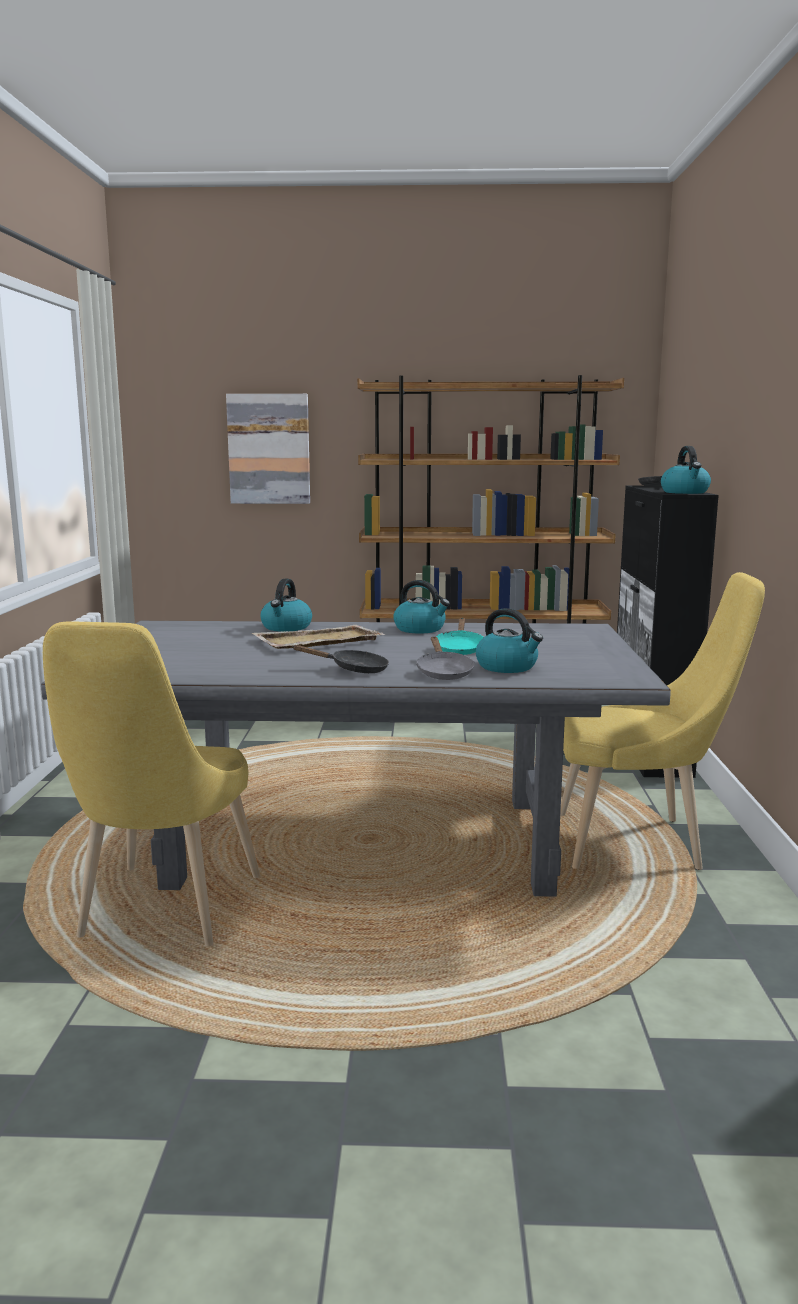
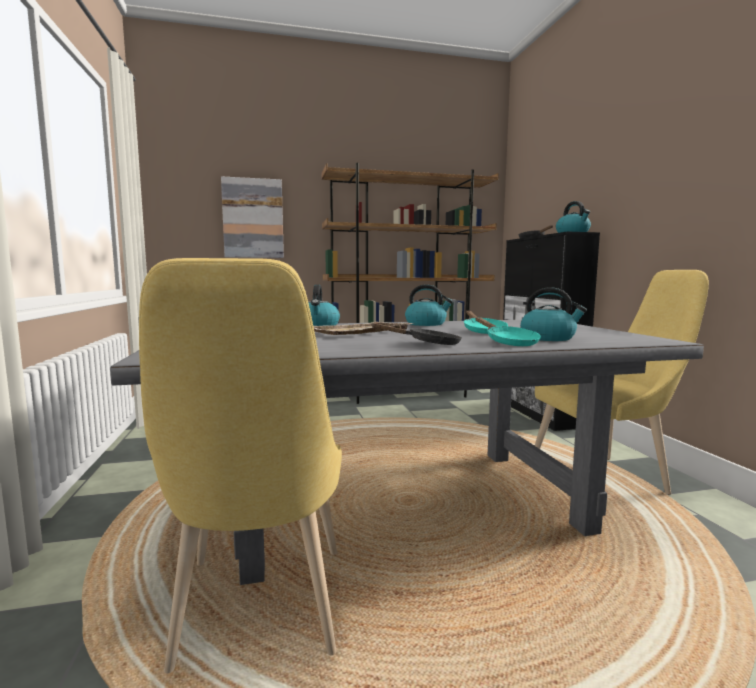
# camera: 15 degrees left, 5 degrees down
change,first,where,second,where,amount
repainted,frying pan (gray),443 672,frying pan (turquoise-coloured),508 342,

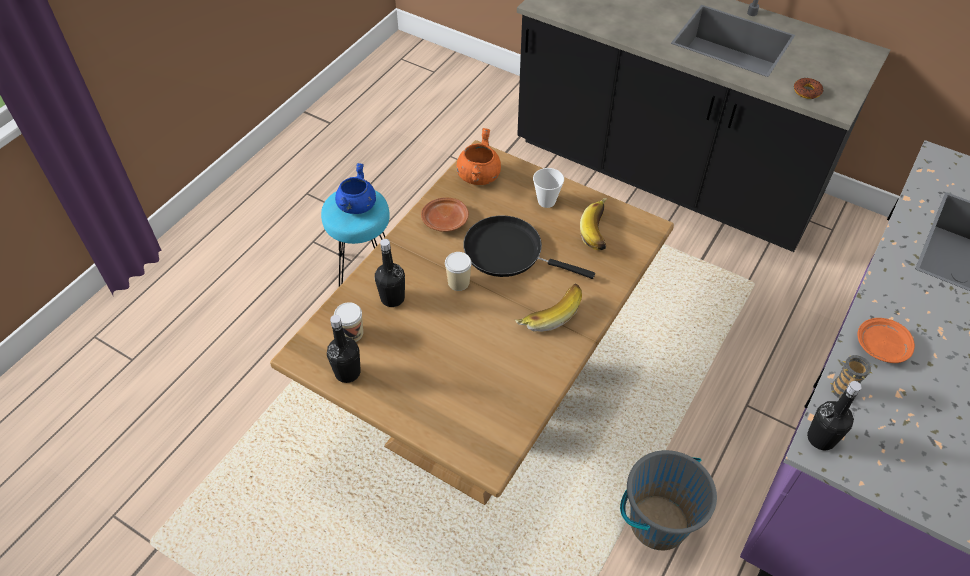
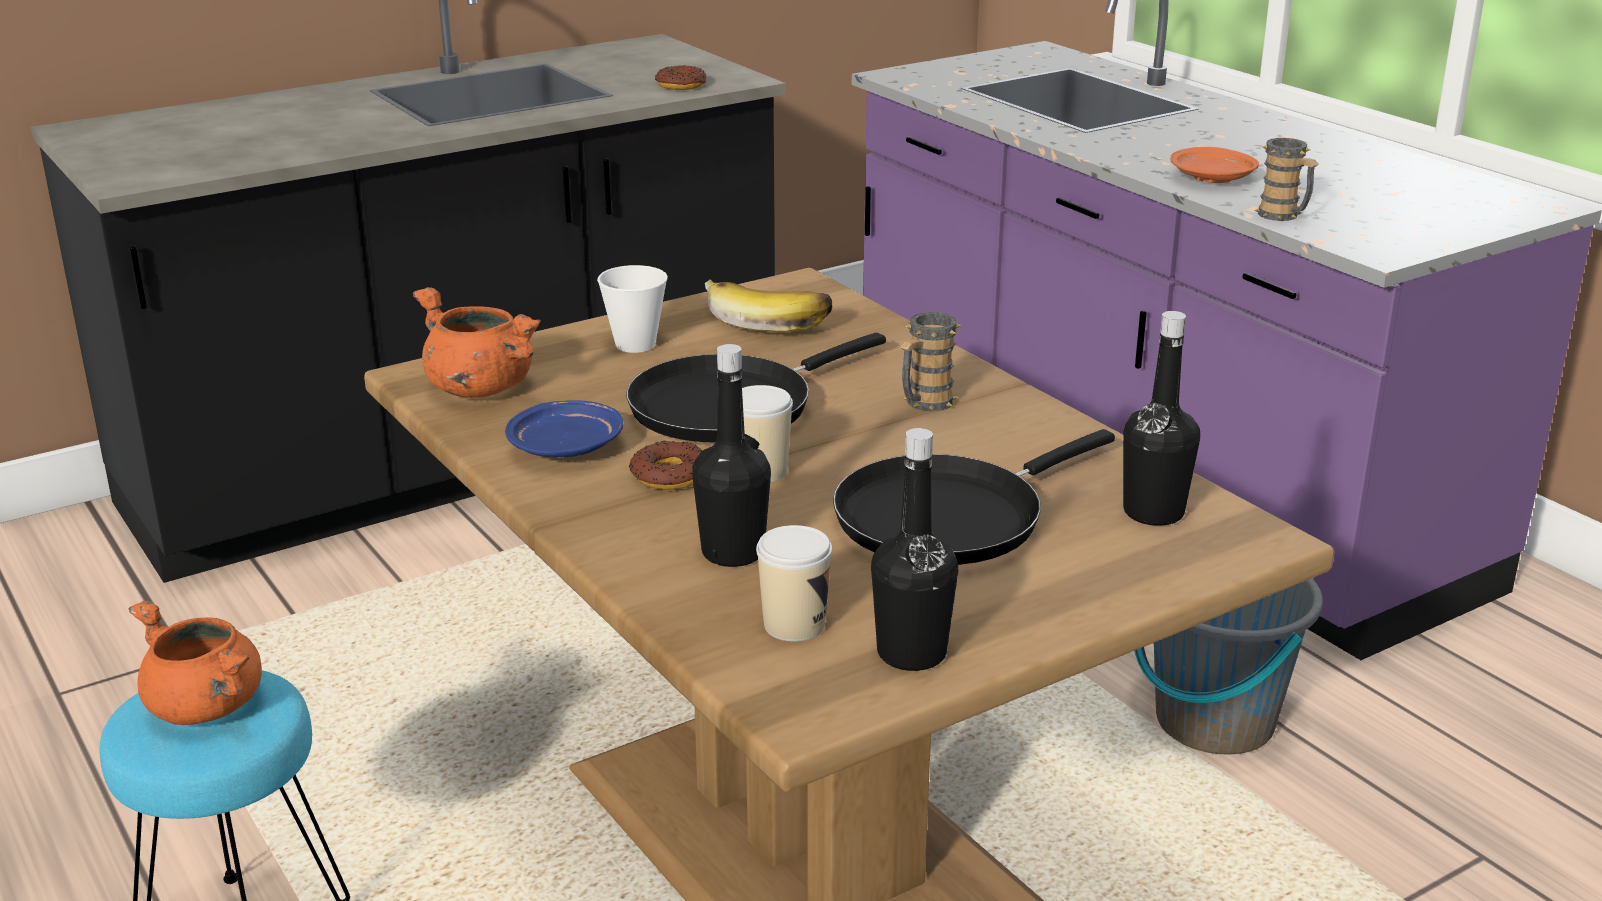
# camera: 65 degrees left, 25 degrees down
change,first,where,second,where,amount
repainted,cooking pot (blue),357 206,cooking pot (orangey),207 708,
repainted,dinner plate (brown),446 220,dinner plate (blue),566 447,
new,,,ring doughnut,670 475,
new,,,frying pan (black),948 517,
swapped,banana,548 312,coffee mug,924 404,
shifted,drink bottle (black),821 438,,1153 512,

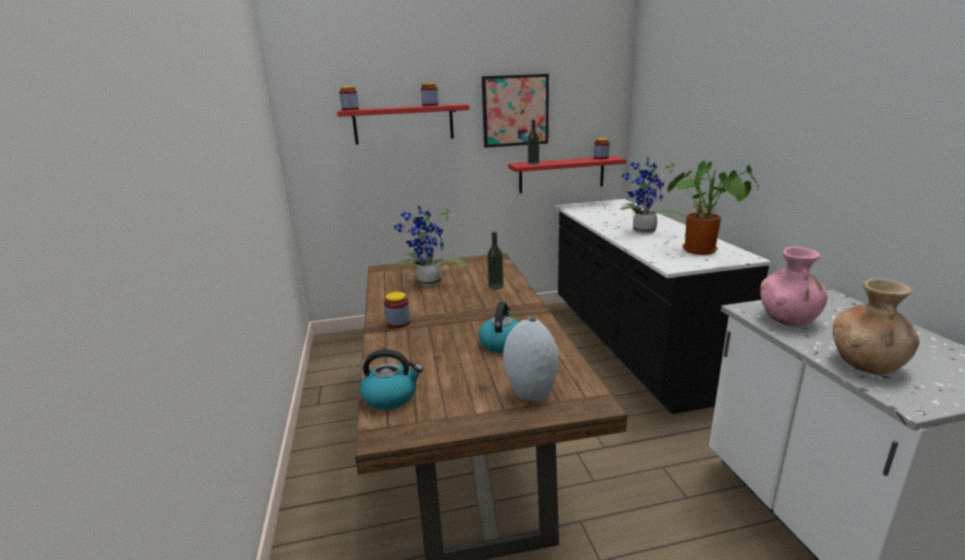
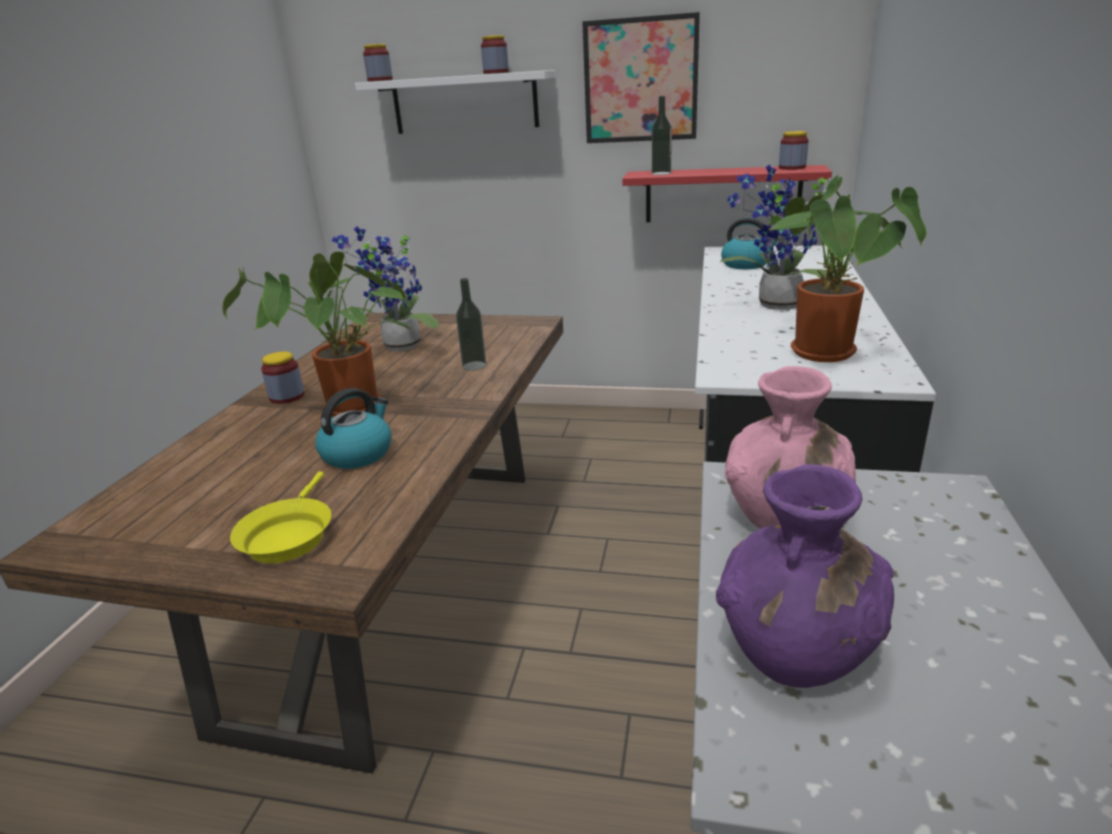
# camera: 25 degrees right, 5 degrees up
change,first,where,second,where,amount
new,,,houseplant,349 410,
swapped,vase (gray),532 391,frying pan (yellowish),288 535,
repainted,shelf (reddish),404 124,shelf (white-coloured),465 103,
repainted,vase (brown),866 363,vase (purplish),796 650,
shifted,tea kettle,391 396,,746 264,

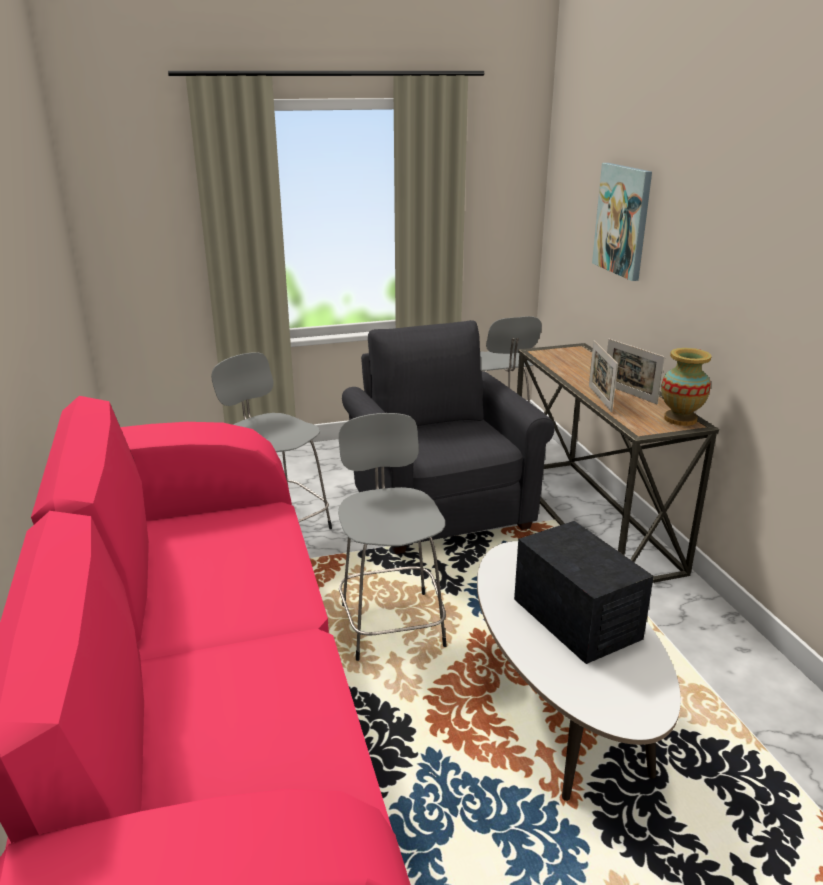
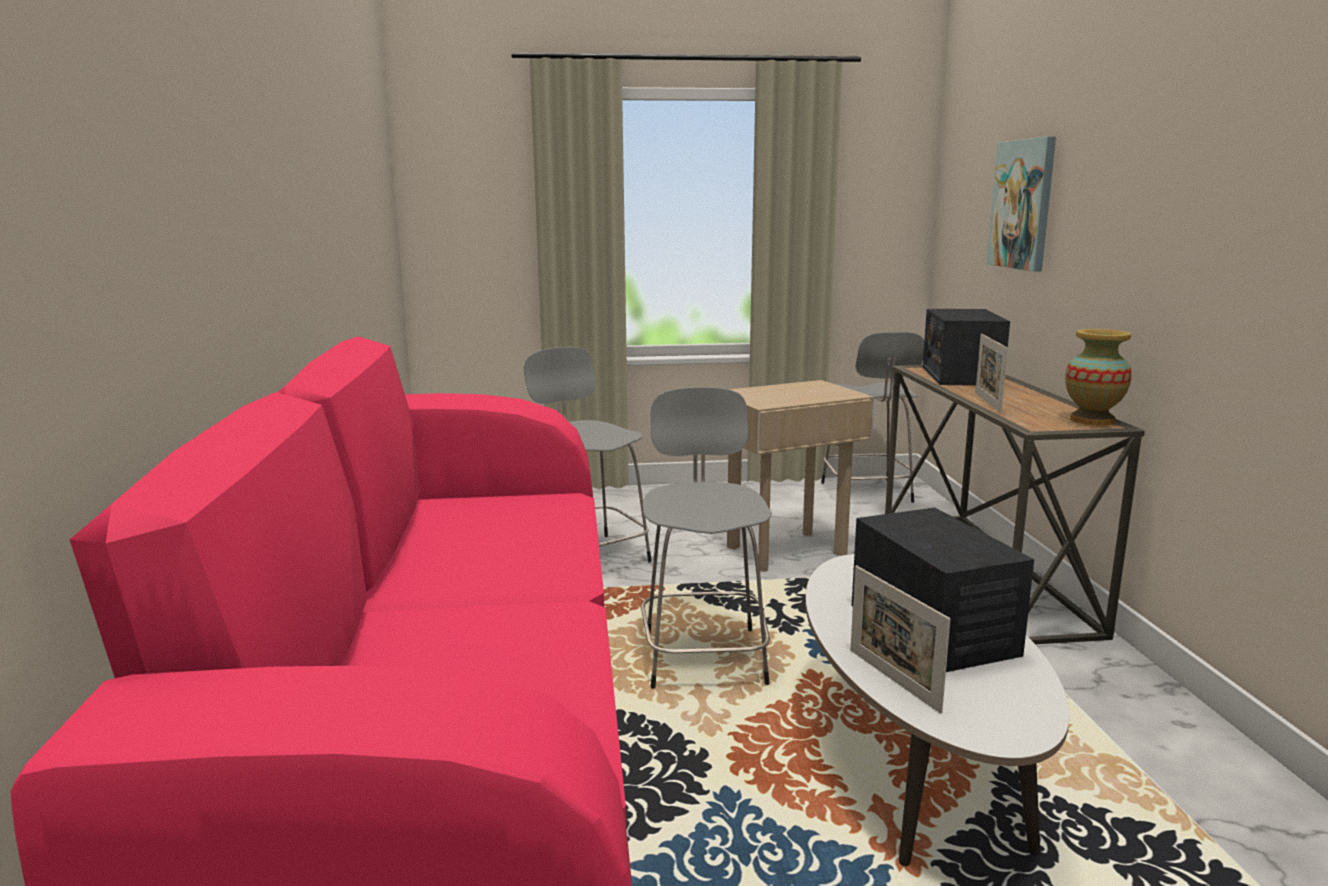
# camera: 10 degrees right, 10 degrees down
change,first,where,second,where,amount
swapped,easy chair (gray),439 507,accent table (beige-coloured),787 551,
shifted,photo frame,629 393,,893 680,
new,,,radio set,960 375,

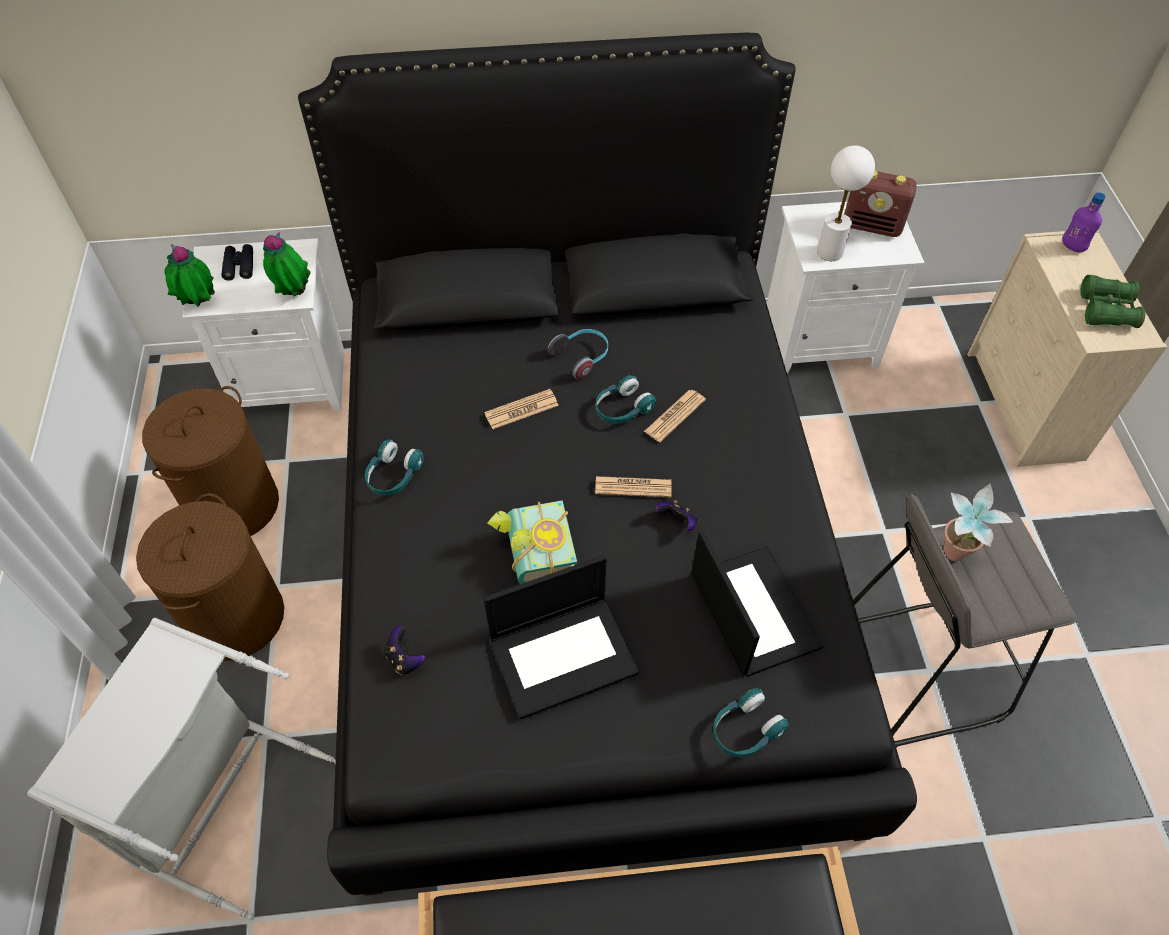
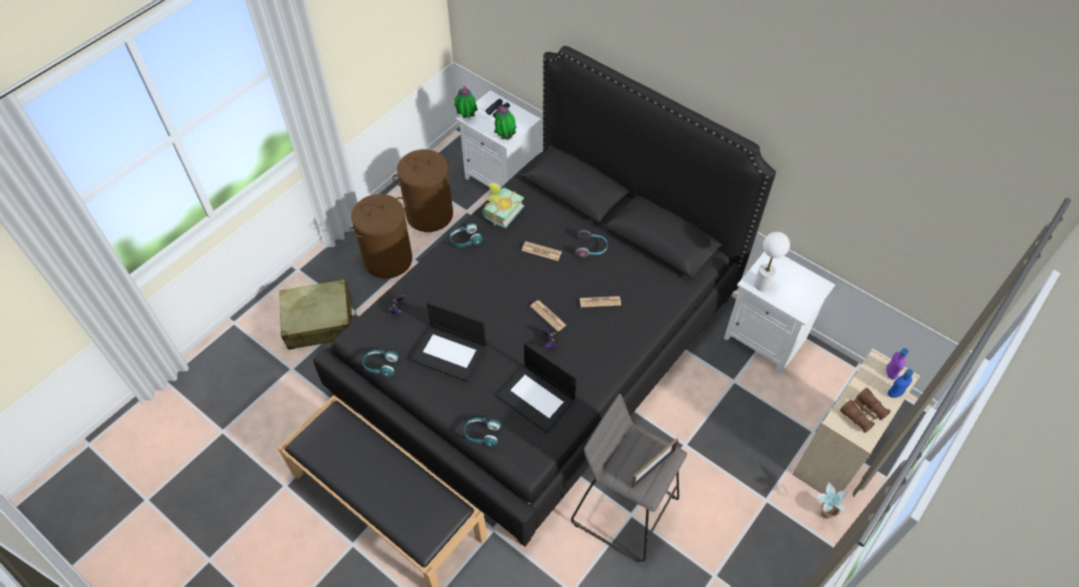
# camera: 45 degrees right, 0 degrees up
change,first,where,second,where,amount
swapped,washing basket (gray),221 803,travel case (beige-coloured),320 322,
shifted,pair of headphones (turquoise-coloured),622 409,,380 365,
shifted,bound book,533 555,,500 211,
rotated,portable computer,752 610,,537 398,105 degrees clockwise
new,,,photo frame,653 469,
shifted,houseplant,951 558,,822 514,
repainted,pair of binoculars (green),1106 310,pair of binoculars (brown),862 413,
new,,,drink bottle (blue),894 394,
gone,radio set,872 226,,,

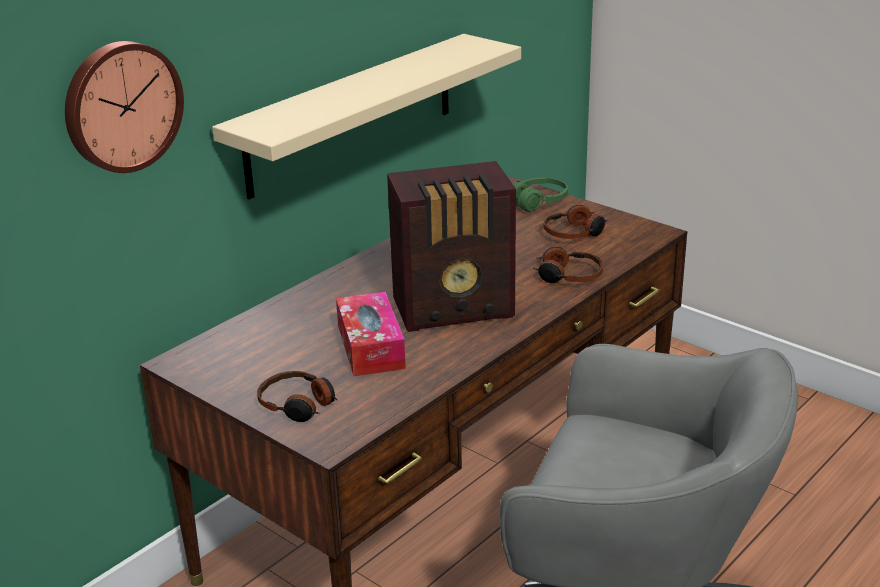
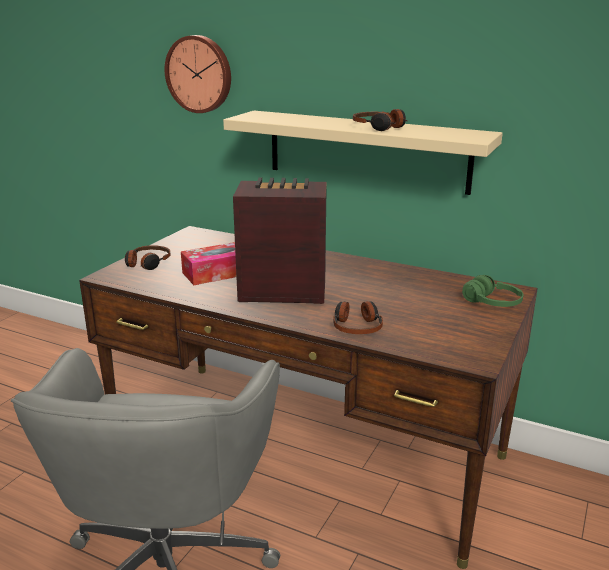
# camera: 75 degrees right, 5 degrees down
change,first,where,second,where,amount
rotated,radio set,456 309,,281 291,120 degrees clockwise
shifted,pair of headphones,574 233,,379 127,

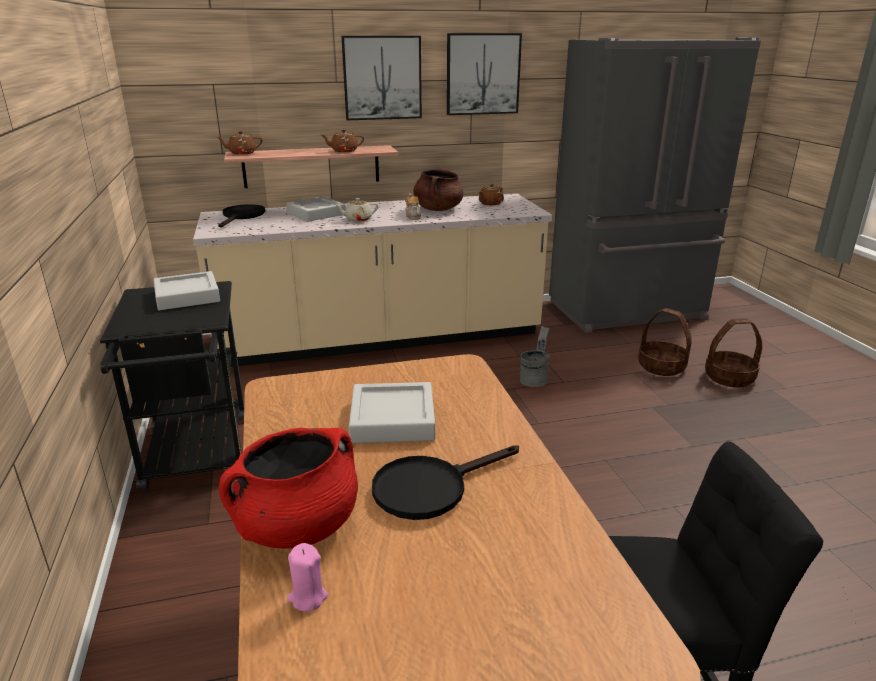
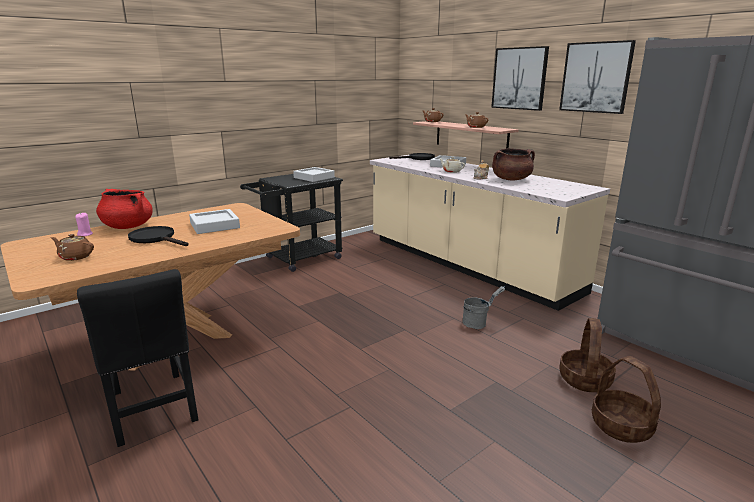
# camera: 65 degrees right, 5 degrees down
change,first,where,second,where,amount
shifted,tea pot (brown),490 203,,75 257,

